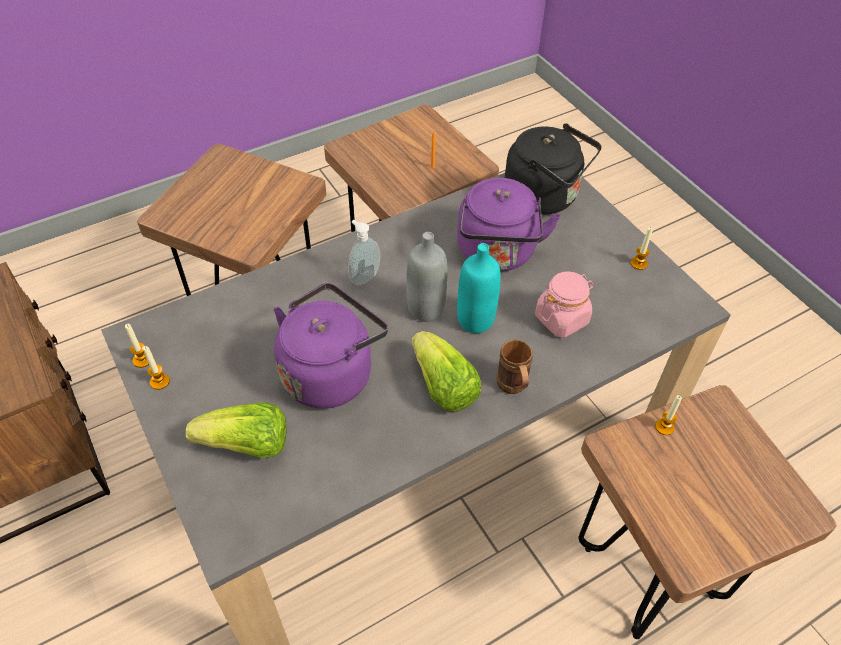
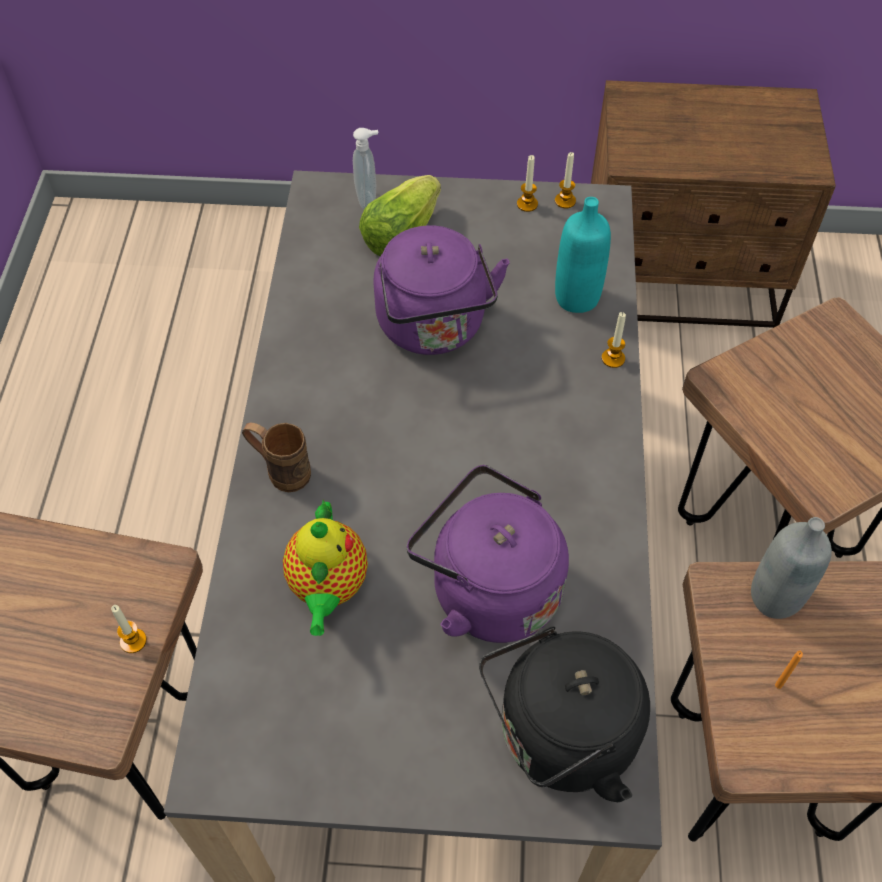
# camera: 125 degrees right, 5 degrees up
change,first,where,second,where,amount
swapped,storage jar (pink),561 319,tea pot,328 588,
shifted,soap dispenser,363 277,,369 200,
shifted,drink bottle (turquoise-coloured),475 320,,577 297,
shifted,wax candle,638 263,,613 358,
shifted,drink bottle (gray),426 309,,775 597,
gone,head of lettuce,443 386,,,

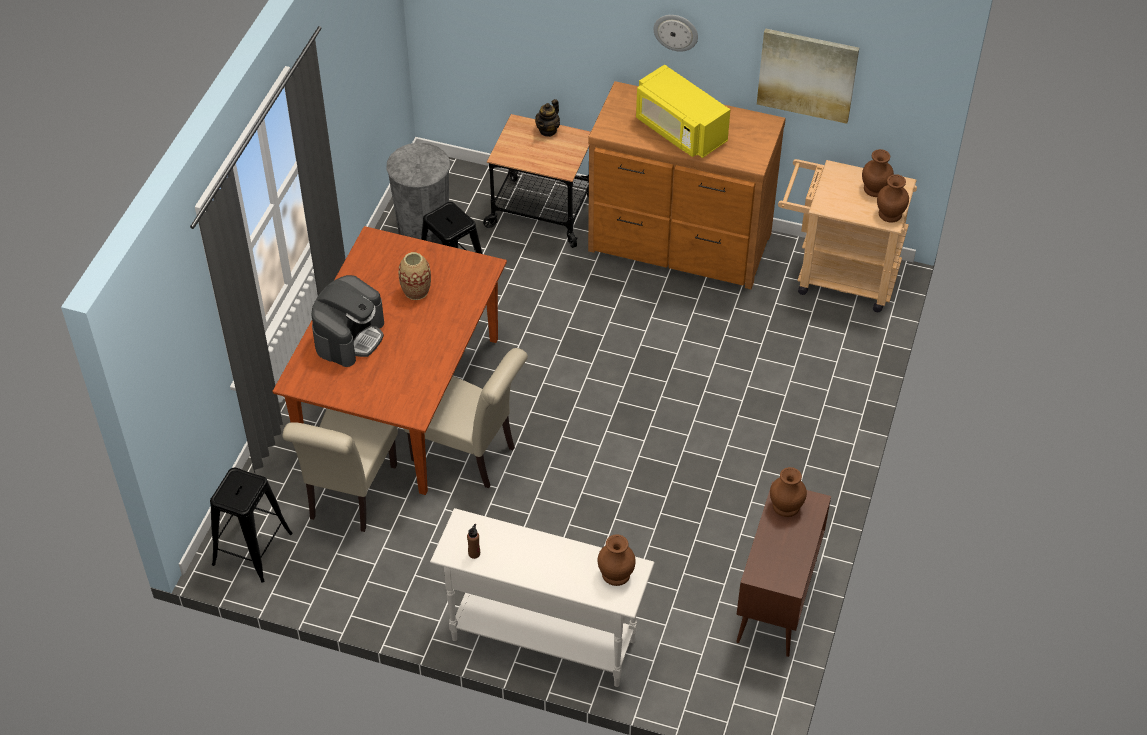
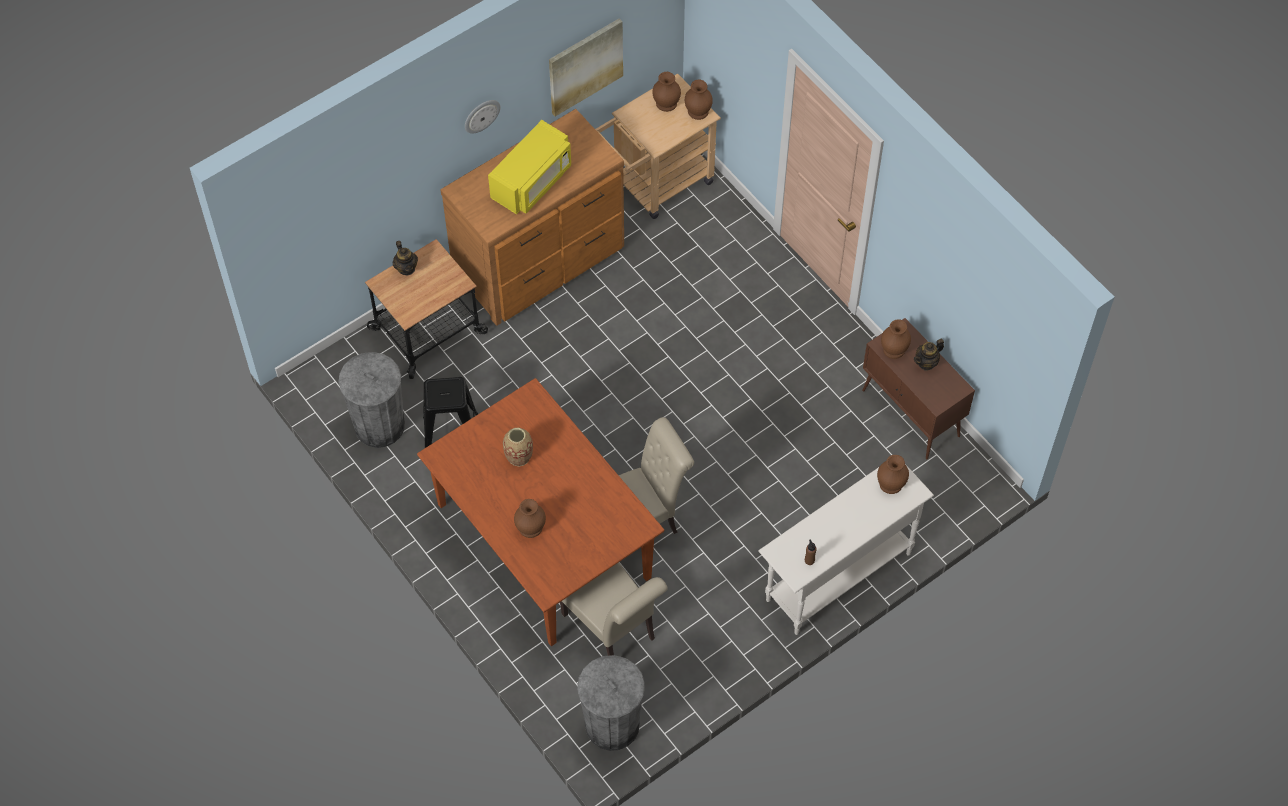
# camera: 55 degrees left, 10 degrees up
change,first,where,second,where,amount
rotated,kitchen microwave (yellowish),679 130,,532 182,45 degrees counterclockwise
swapped,coffee brewer,350 336,vase (brown),530 527,
swapped,sitting stool (black),252 549,trash can (gray),612 725,
new,,,tea pot,926 362,

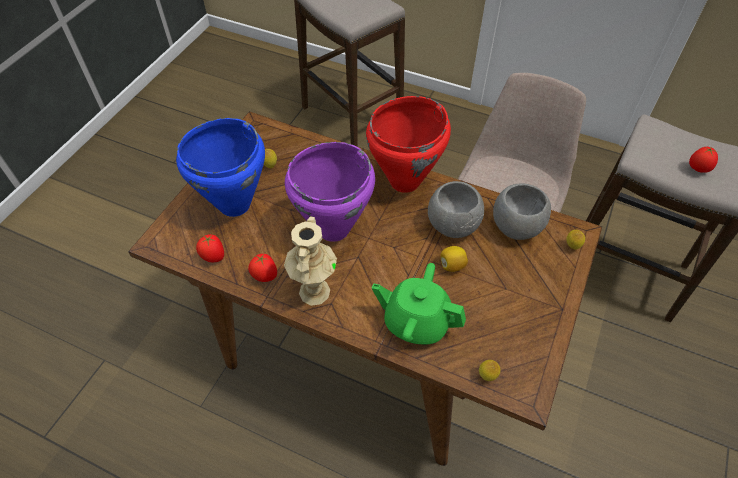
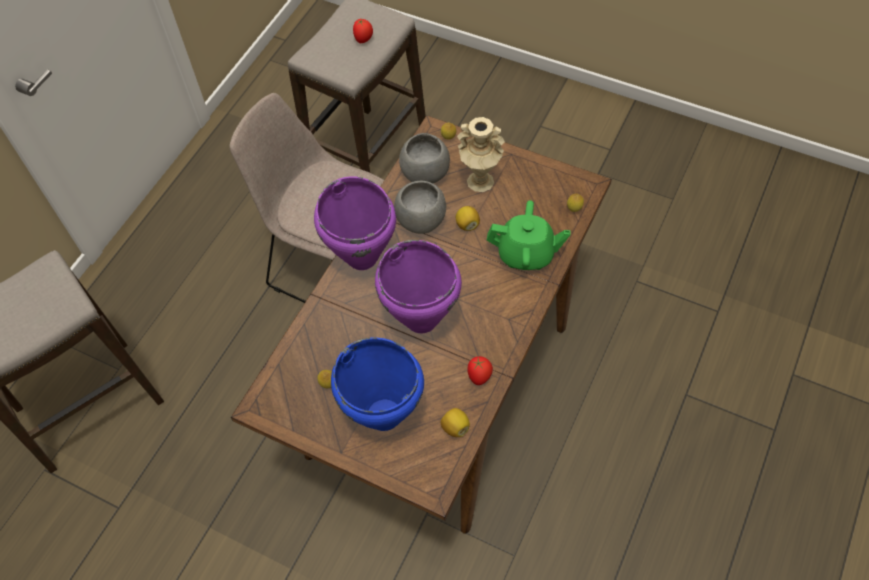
# camera: 85 degrees left, 5 degrees up
change,first,where,second,where,amount
repainted,cooking pot (reddish),405 181,cooking pot (purplish),362 256,
swapped,tomato,213 257,whole lemon,455 427,
shifted,vase (beige-coloured),313 291,,480 182,
rotated,tea pot (green),416 322,,526 254,105 degrees counterclockwise

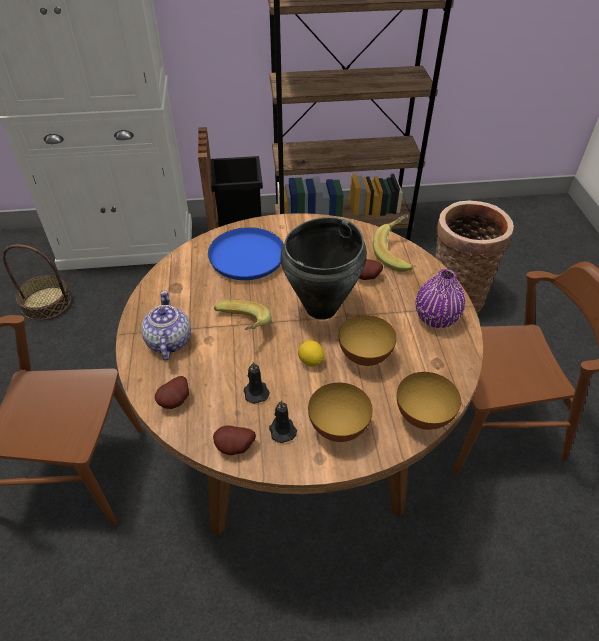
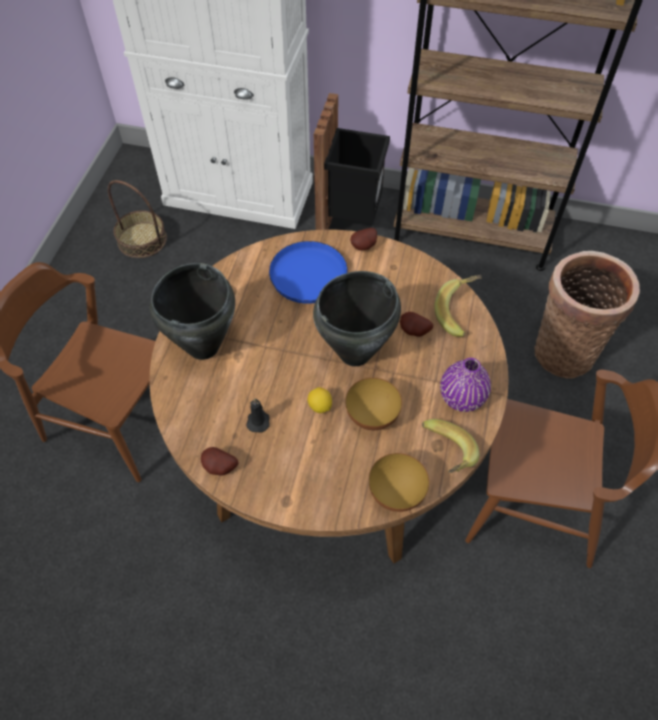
# camera: 20 degrees right, 10 degrees up
change,first,where,second,where,amount
swapped,tea pot,168 342,cooking pot (black),202 347,
shifted,whole potato,176 401,,365 247,
shifted,banana,241 328,,444 455,
gone,wax candle (black),282 429,,,
gone,serving bowl,338 428,,,

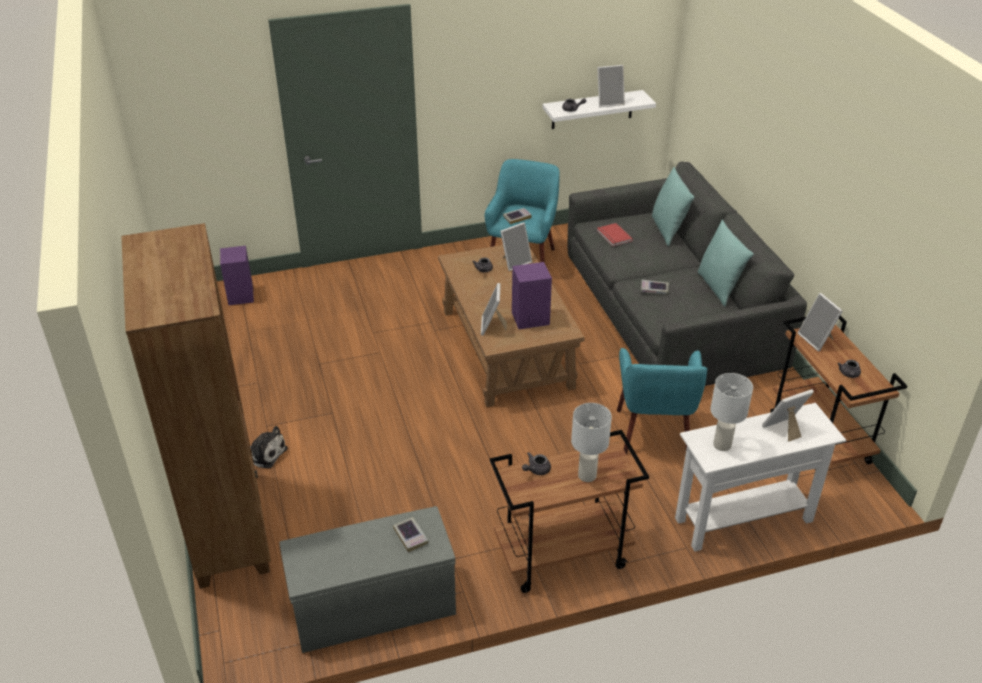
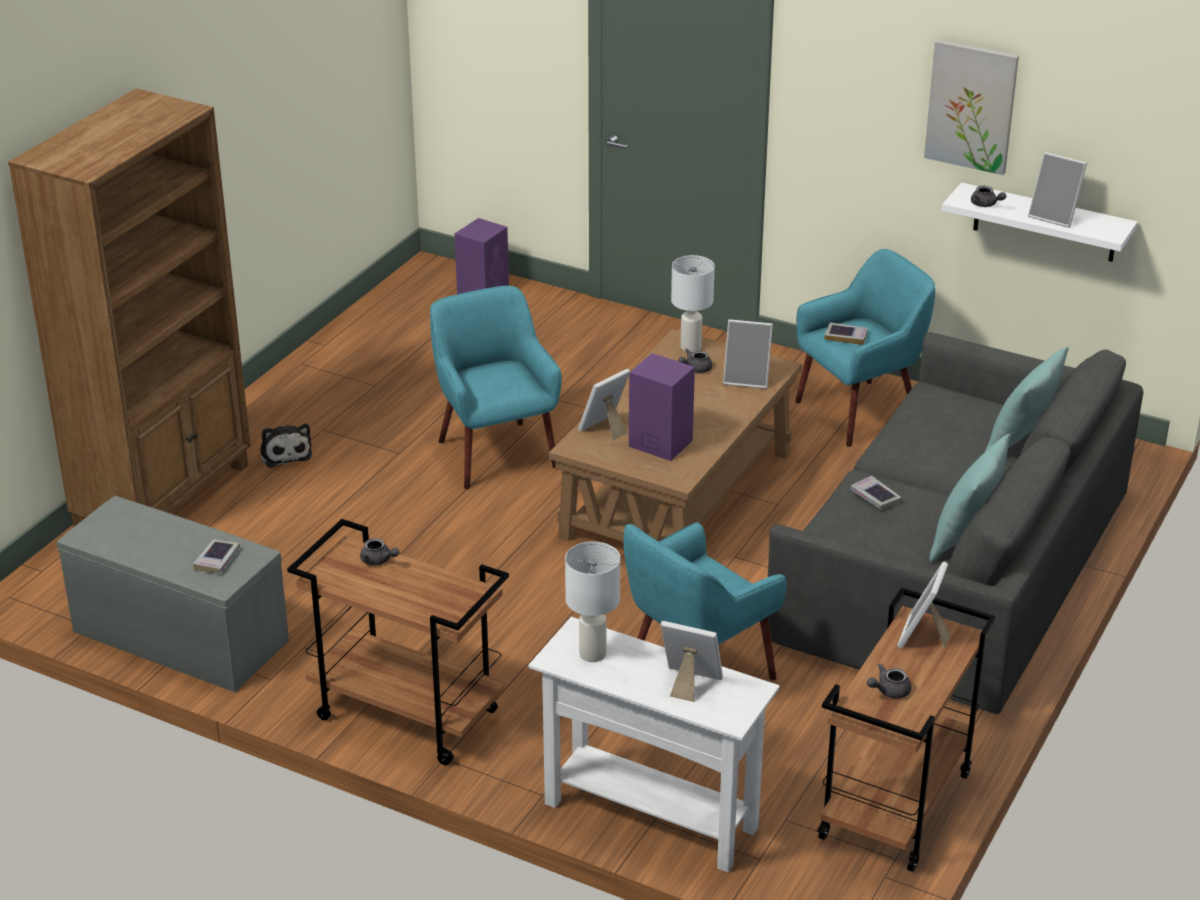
# camera: 45 degrees right, 5 degrees down
change,first,where,second,where,amount
rotated,tea pot (gray),536 470,,378 561,150 degrees counterclockwise
new,,,easy chair (turquoise-coloured),495 453,
shifted,lamp for a table (white-coloured),587 475,,691 347,
new,,,wall art,971 106,
gone,bound book (reddish),613 236,,,

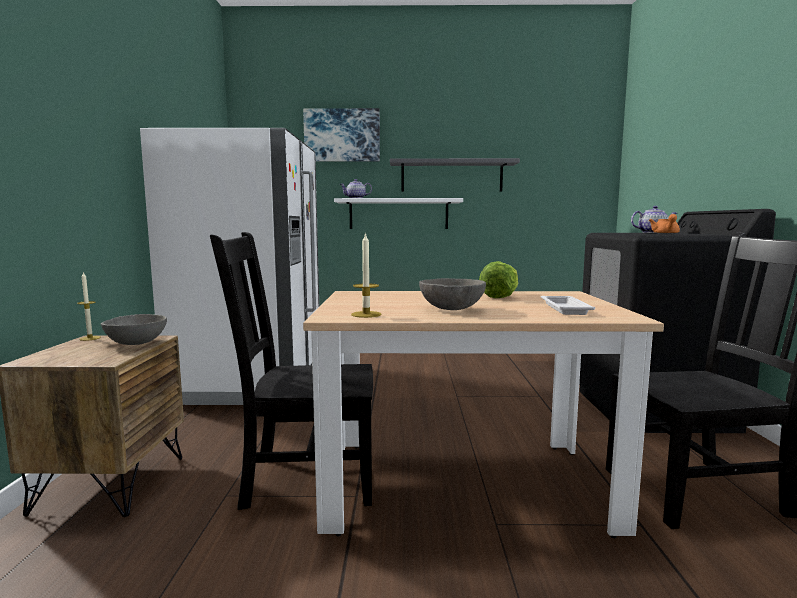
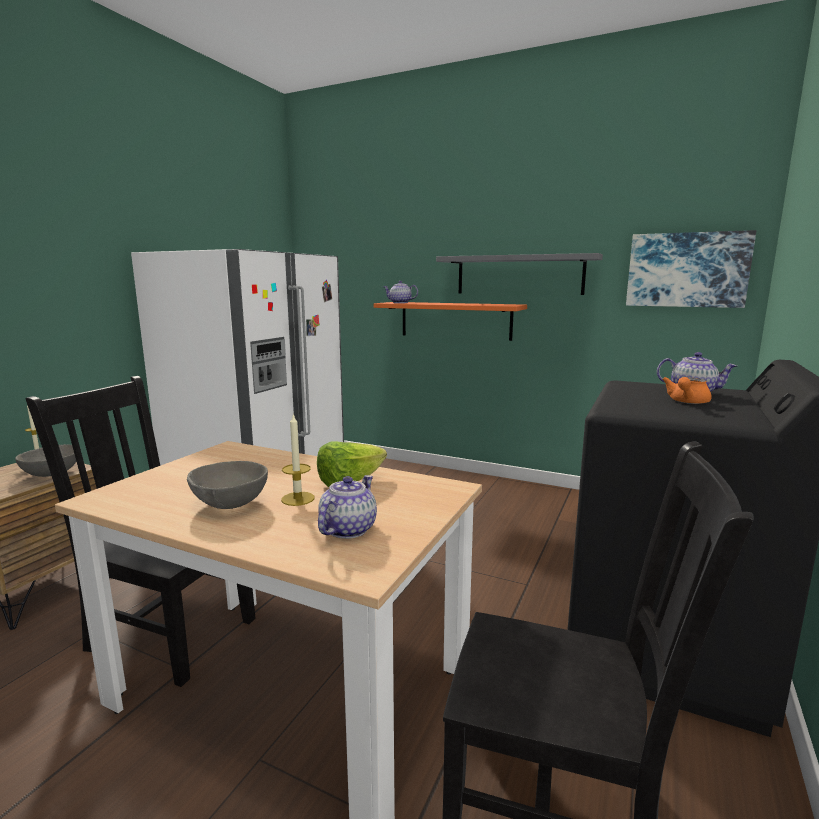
# camera: 25 degrees right, 5 degrees up
change,first,where,second,where,amount
shifted,wax candle,366 314,,298 499,
swapped,serving tray (white-coloured),564 308,tea pot,347 529,
repainted,shelf (white-coloured),398 214,shelf (orangey),455 320,
shifted,wall art,342 135,,687 270,

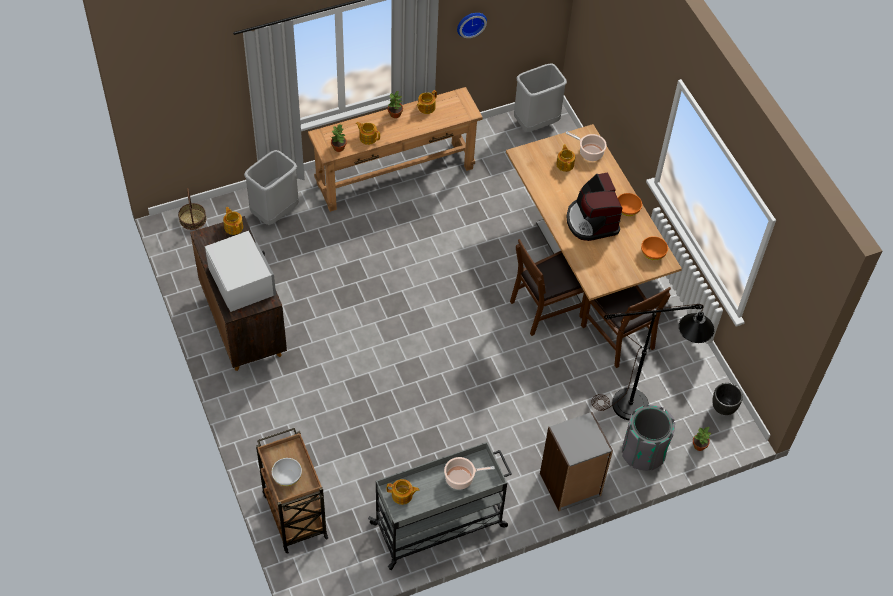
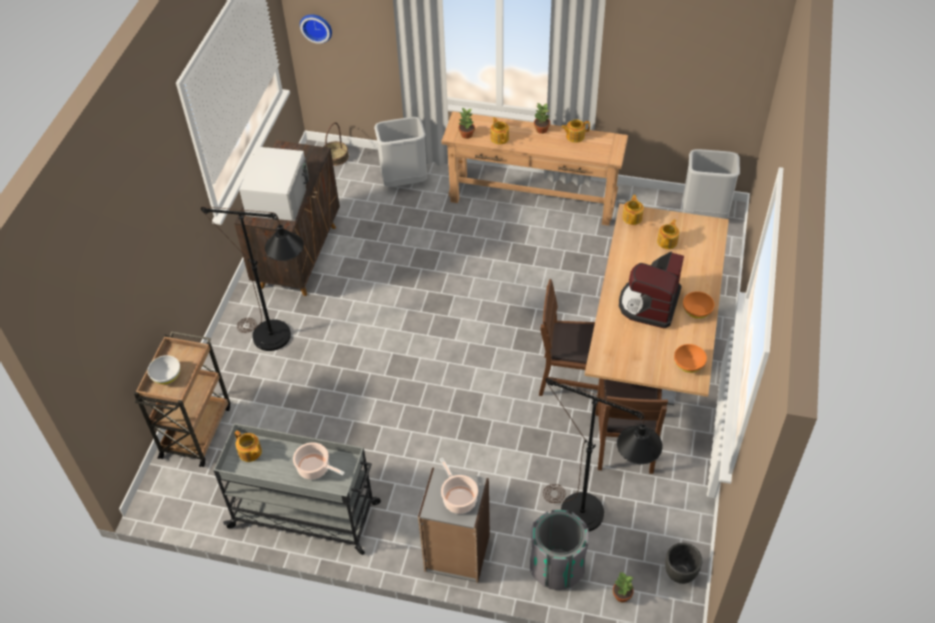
# camera: 40 degrees right, 5 degrees down
change,first,where,second,where,amount
new,,,floor lamp (black),281 340,
shifted,hanging clock,470 23,,316 27,
shifted,cooking pot,589 152,,458 498,
shifted,tea pot,233 227,,632 217,

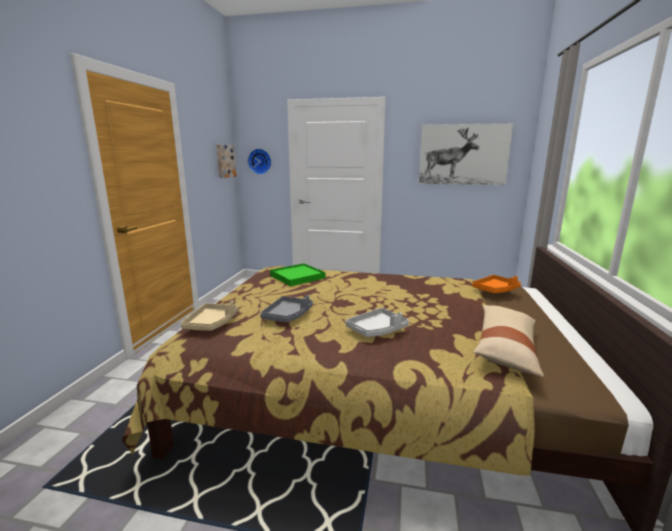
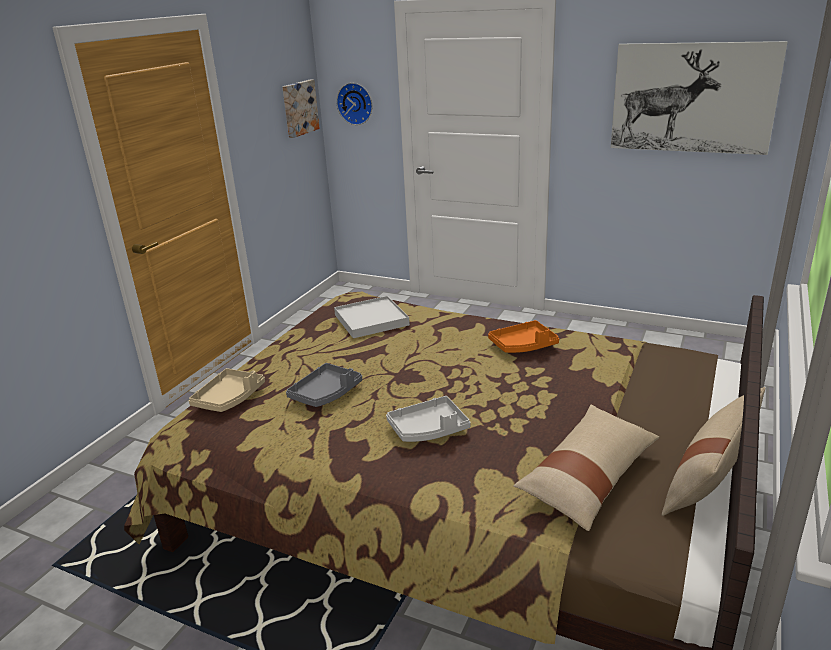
# camera: 15 degrees right, 10 degrees up
change,first,where,second,where,amount
repainted,serving tray (green),297 277,serving tray (white-coloured),371 320,
shifted,serving tray (orangey),495 290,,523 345,
new,,,pillow (beige-coloured),710 476,

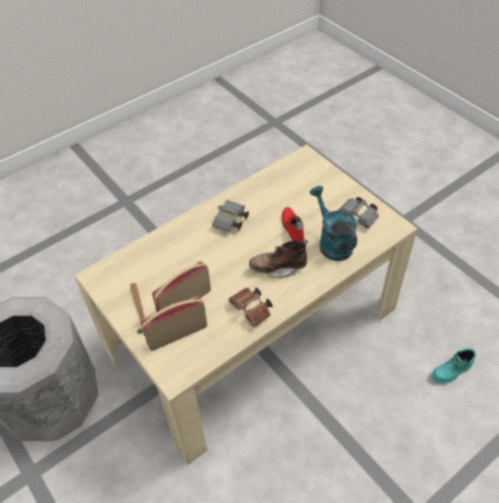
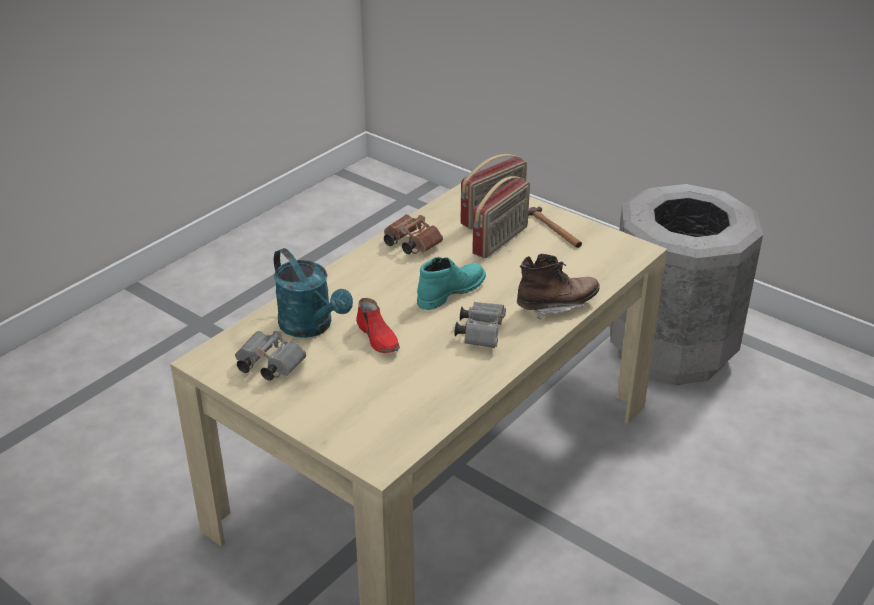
# camera: 165 degrees right, 15 degrees down
change,first,where,second,where,amount
shifted,high-top boot (turquoise-coloured),451 371,,450 291,
shifted,high-top boot (brown),278 268,,556 306,

